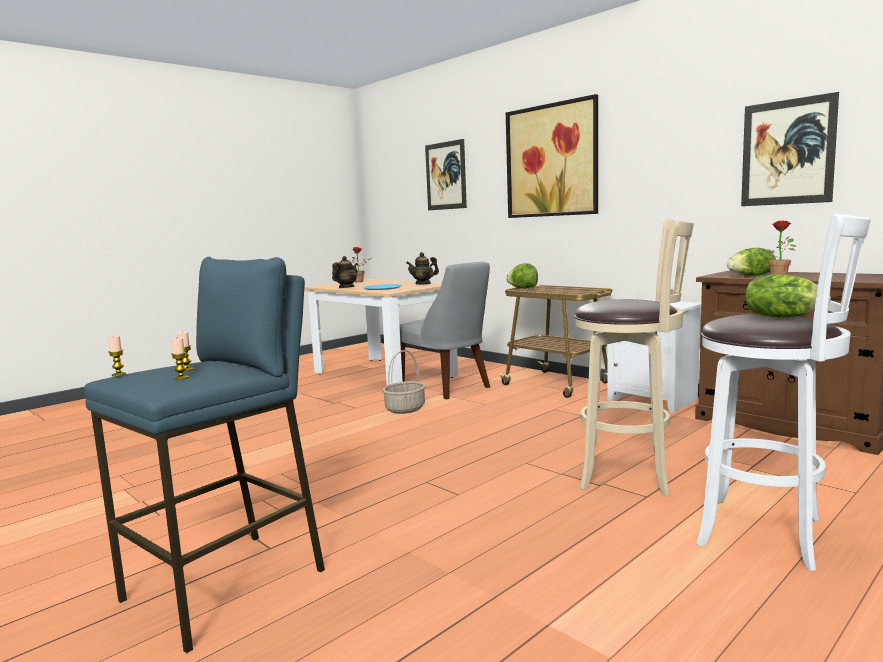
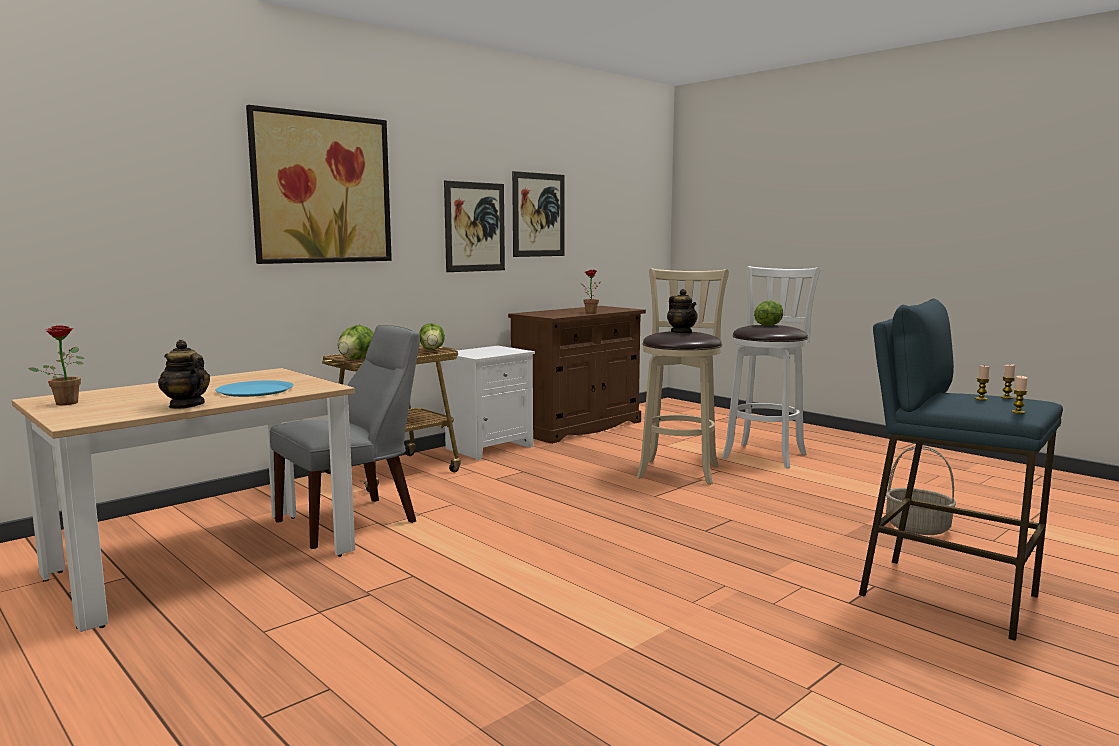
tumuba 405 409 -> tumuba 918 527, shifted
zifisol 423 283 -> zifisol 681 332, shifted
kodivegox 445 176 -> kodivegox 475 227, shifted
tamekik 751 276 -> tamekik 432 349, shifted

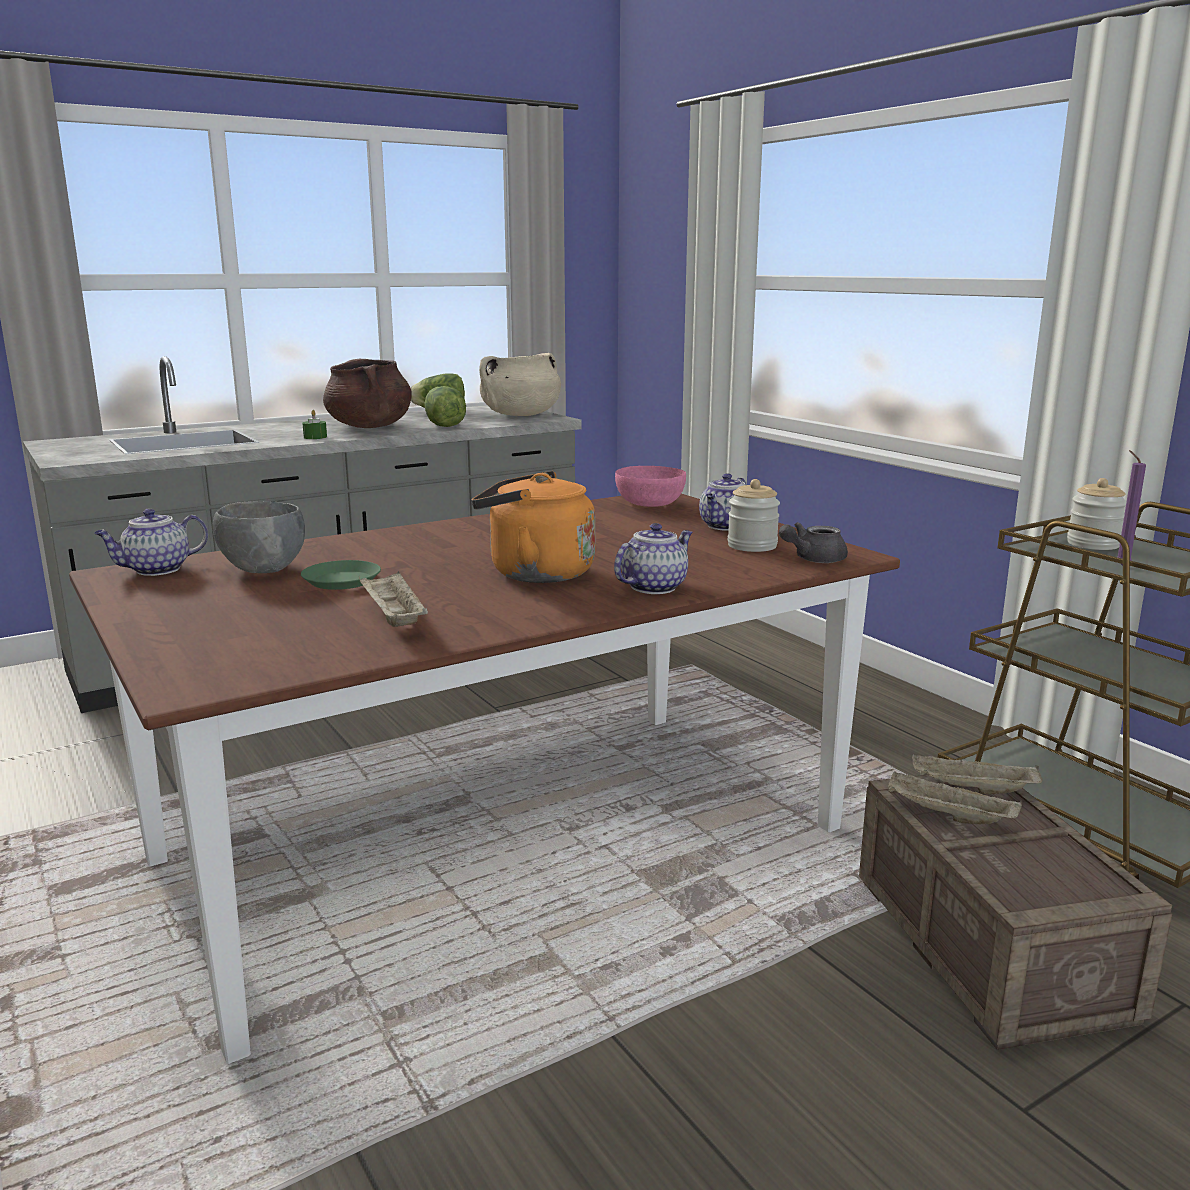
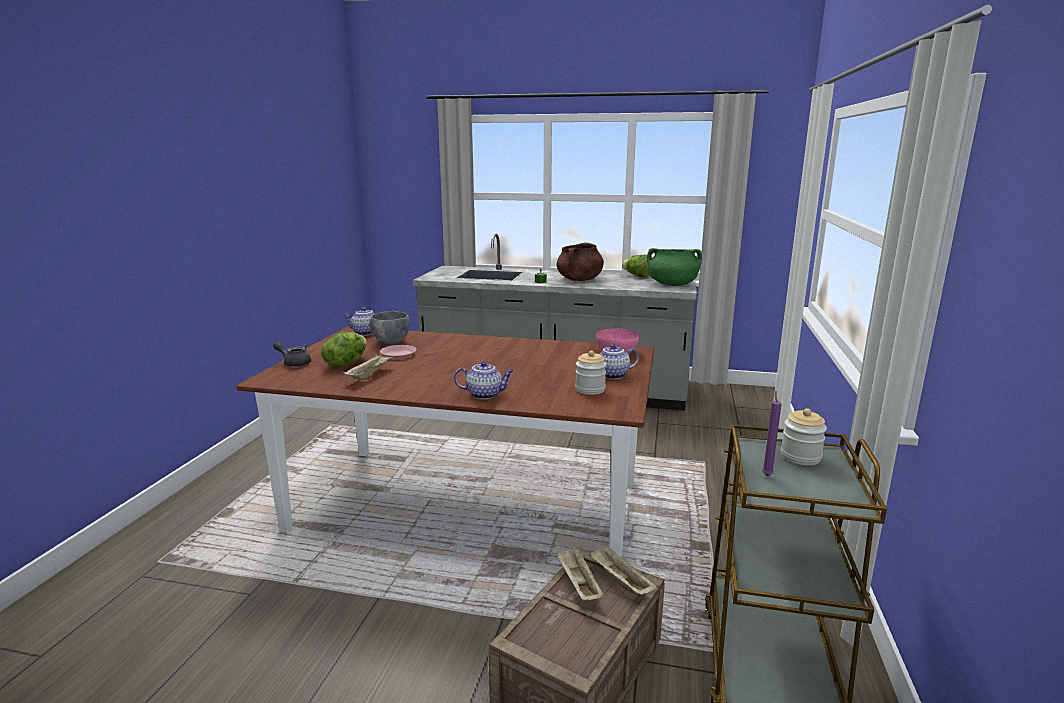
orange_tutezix 534 573 -> none
tamekik 443 426 -> tamekik 345 363, shifted
grey_zifisol 813 559 -> grey_zifisol 295 363, shifted
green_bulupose 342 580 -> pink_bulupose 398 354
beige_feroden 520 415 -> green_feroden 672 284

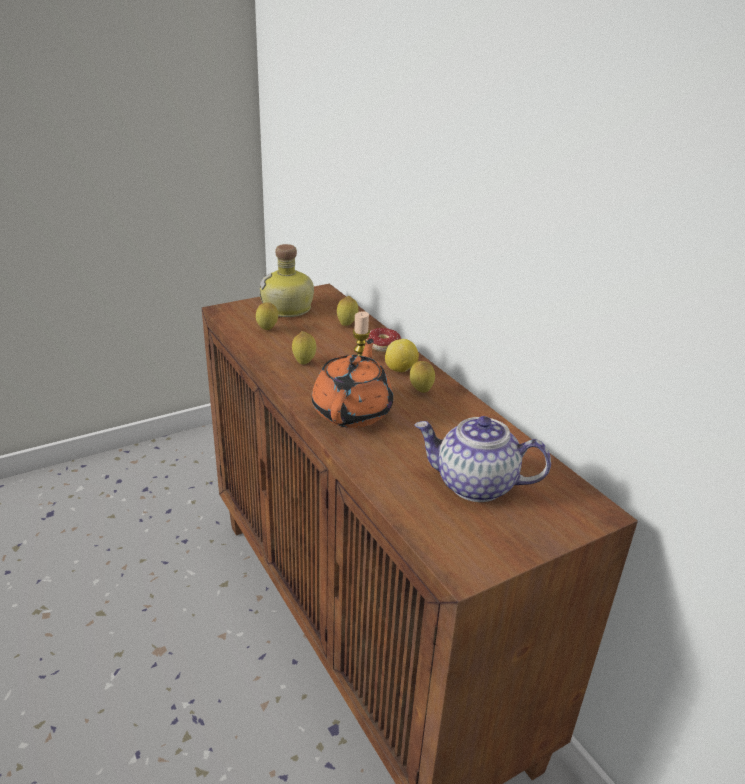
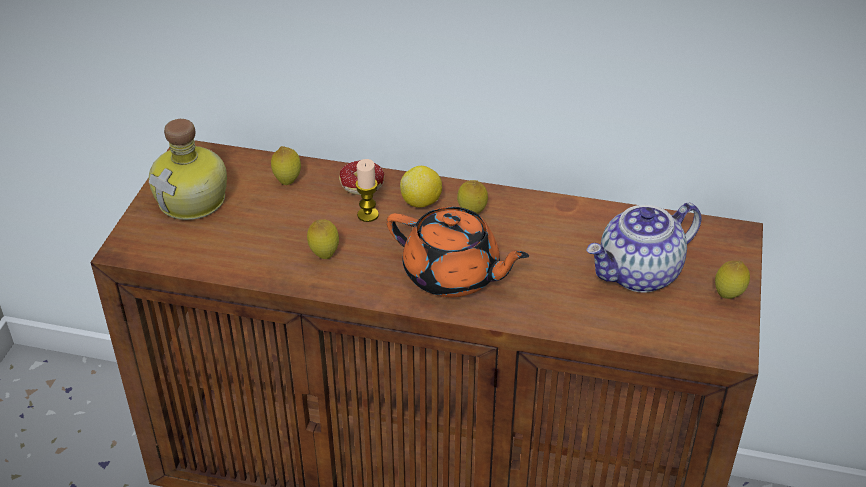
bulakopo 267 330 -> bulakopo 728 296, shifted
orange_zifisol 353 411 -> orange_zifisol 453 275, 150 degrees clockwise

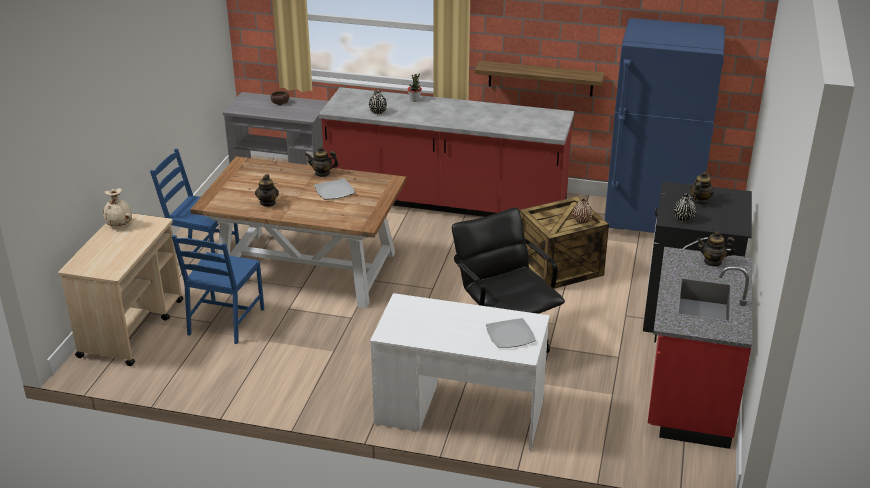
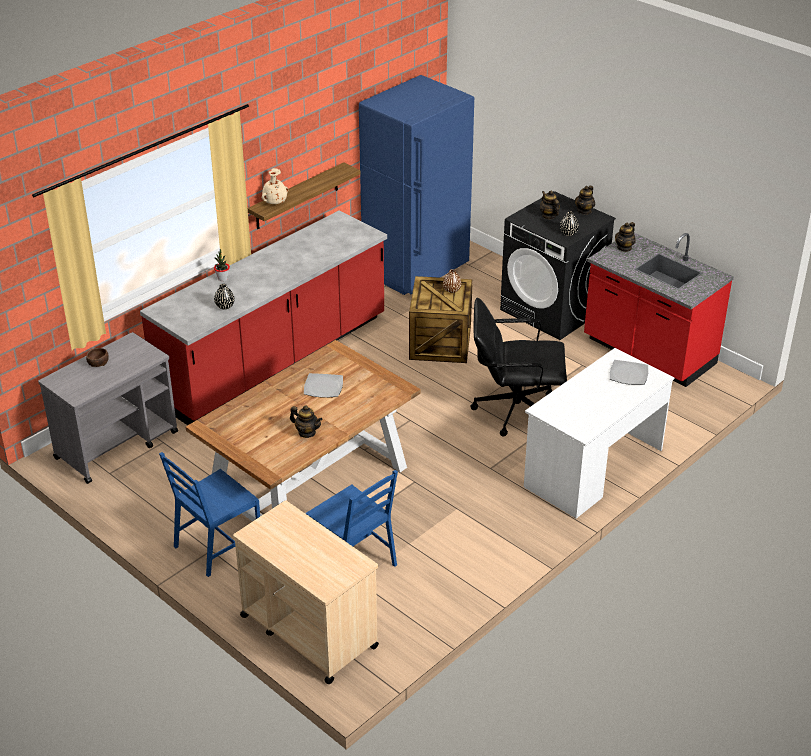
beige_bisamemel 119 224 -> beige_bisamemel 275 203, shifted
zifisol 322 173 -> zifisol 584 211, shifted

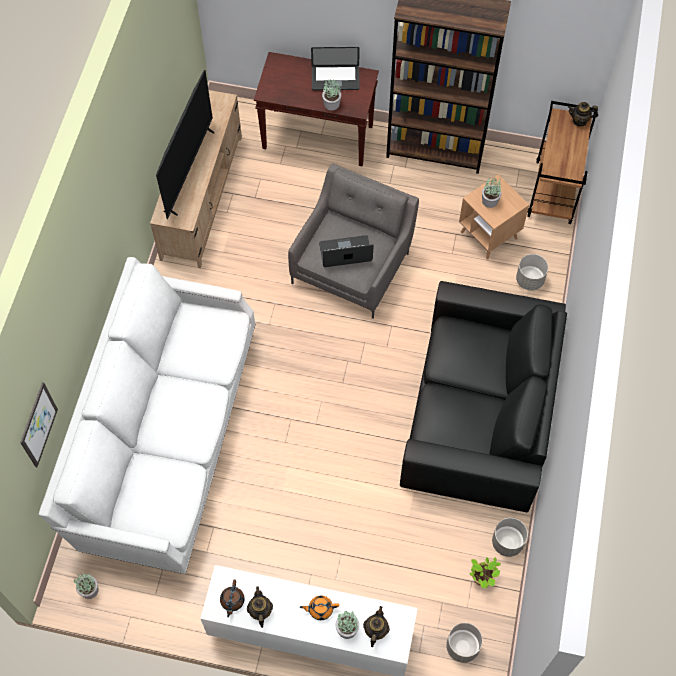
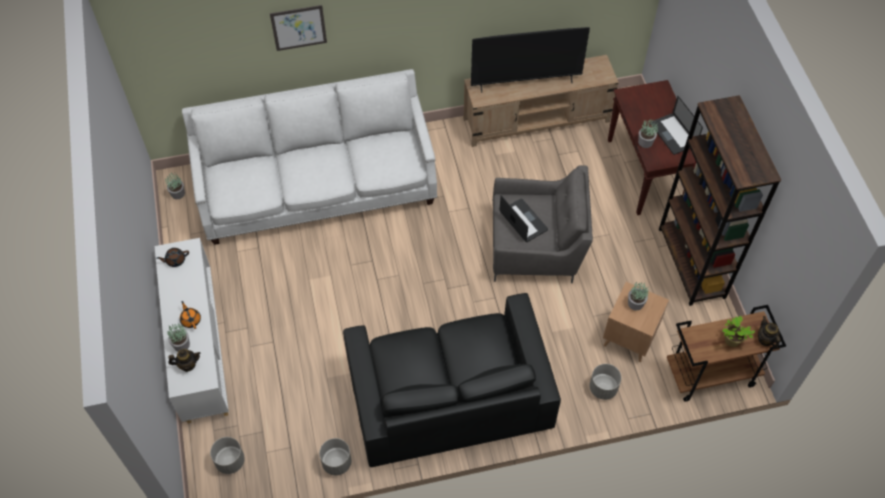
zifisol 260 611 -> none
kodivegox 38 425 -> kodivegox 298 27, shifted
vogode 482 579 -> vogode 731 341, shifted

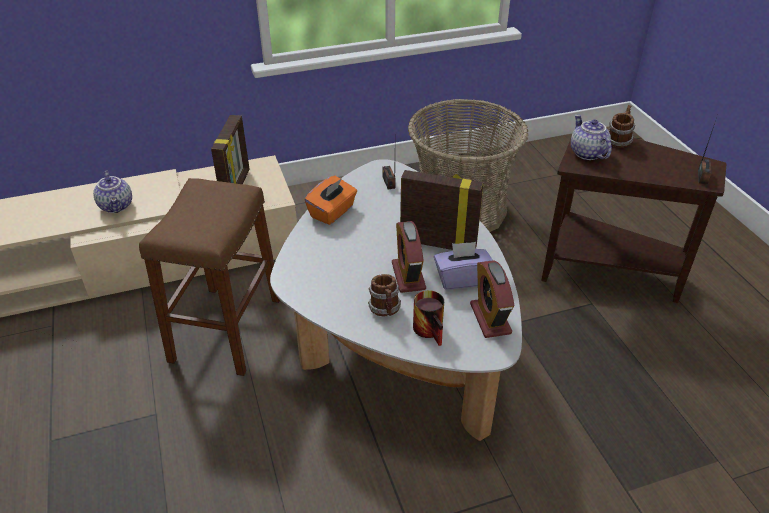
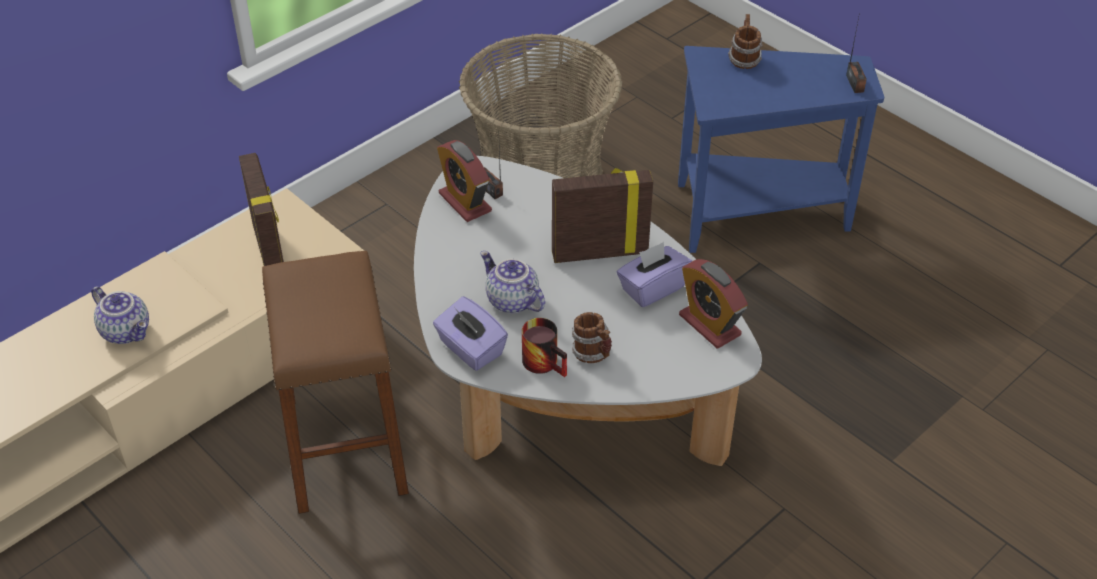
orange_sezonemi 332 212 -> none
none -> purple_sezonemi 470 349
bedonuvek 408 276 -> bedonuvek 465 202, shifted
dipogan 432 330 -> dipogan 546 362, shifted
zifisol 586 153 -> zifisol 511 301, shifted
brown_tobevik 605 270 -> blue_tobevik 754 215

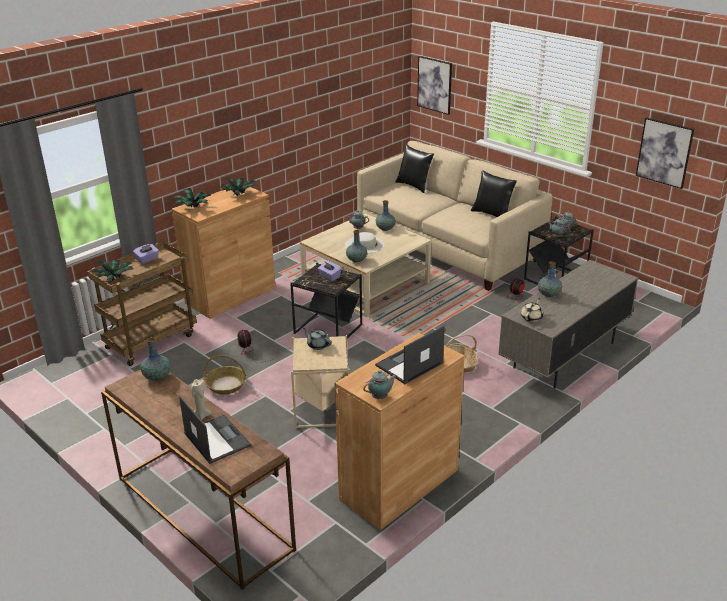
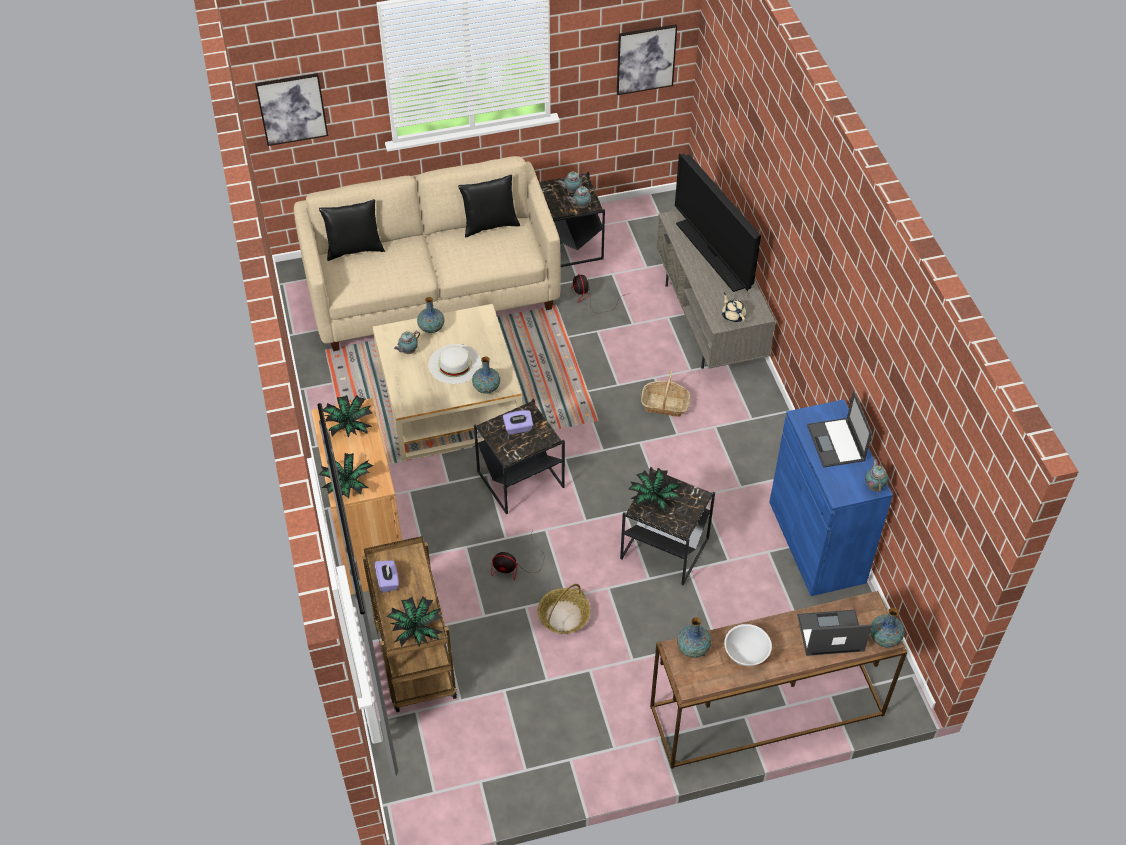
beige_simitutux 201 415 -> none
none -> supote 713 254
none -> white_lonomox 746 653
bisamemel 548 294 -> bisamemel 884 638, shifted
grey_zifisol 318 345 -> vogode 654 498
beige_tobevik 322 409 -> black_tobevik 665 549
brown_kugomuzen 399 485 -> blue_kugomuzen 816 542

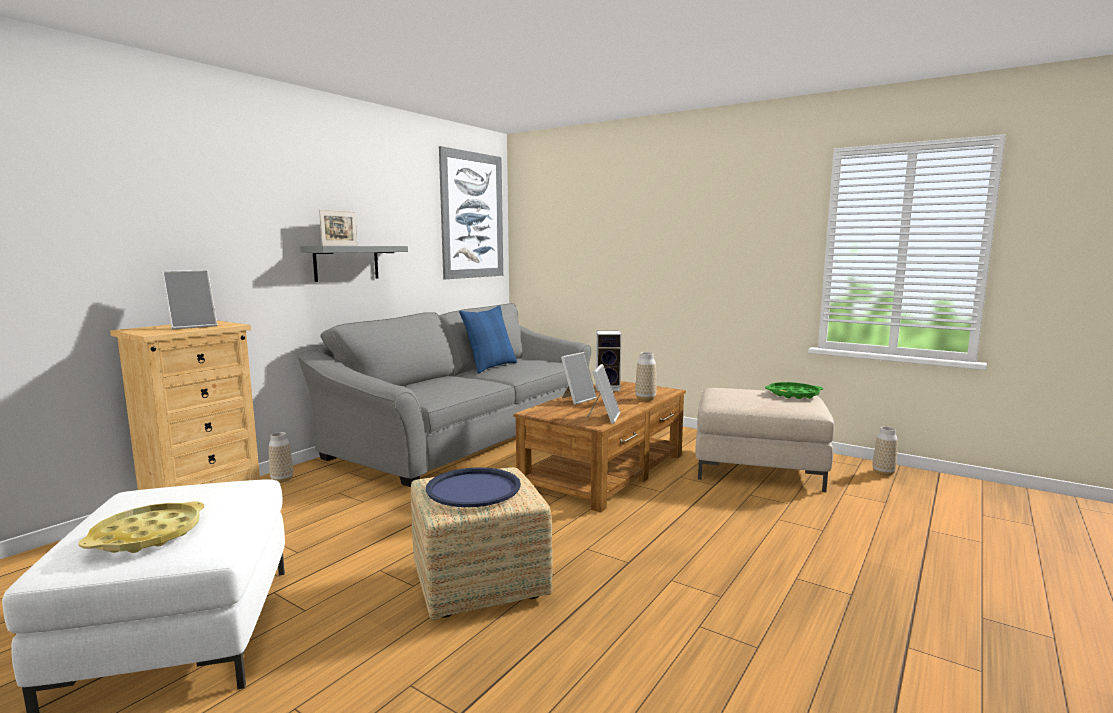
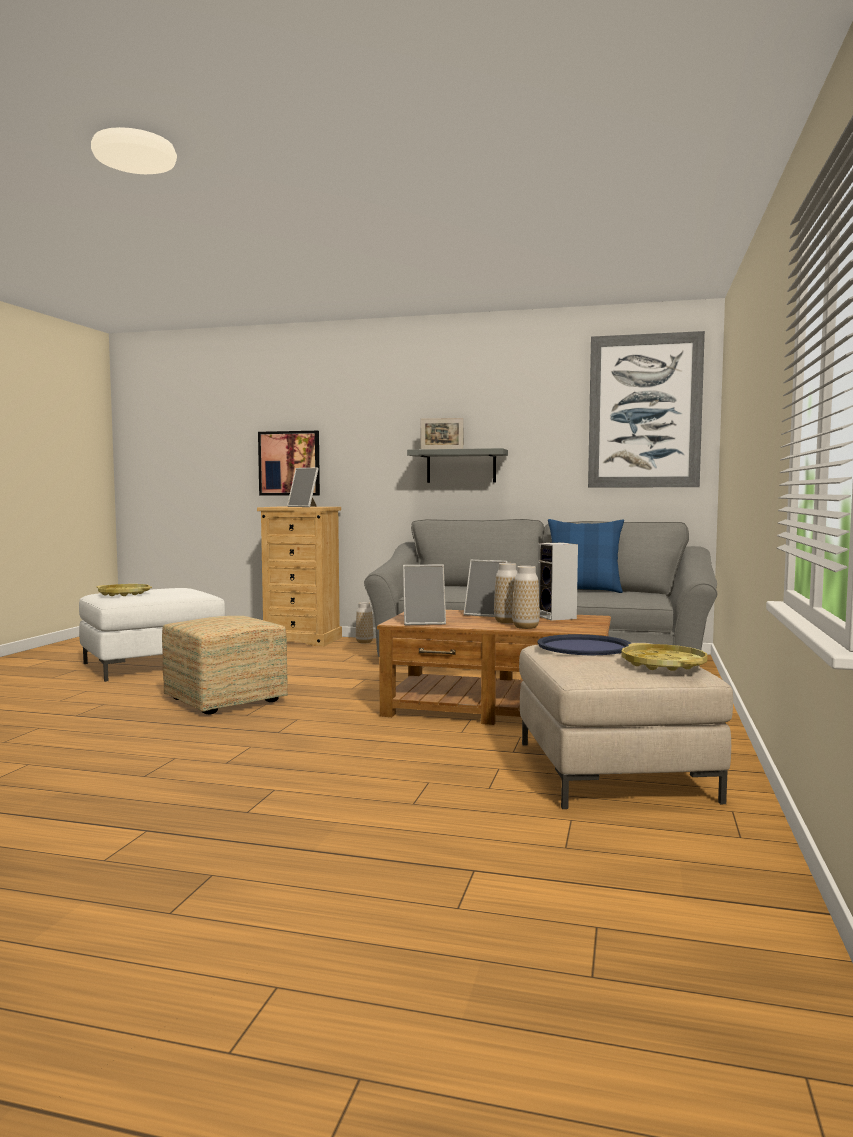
none -> kodivegox 289 463
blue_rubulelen 473 488 -> blue_rubulelen 584 647, shifted
bisamemel 883 473 -> bisamemel 506 622, shifted
green_rubulelen 793 394 -> yellow_rubulelen 663 664

